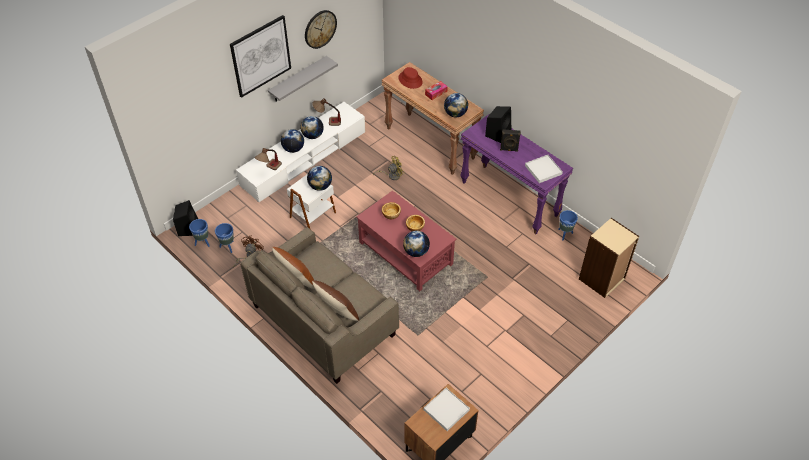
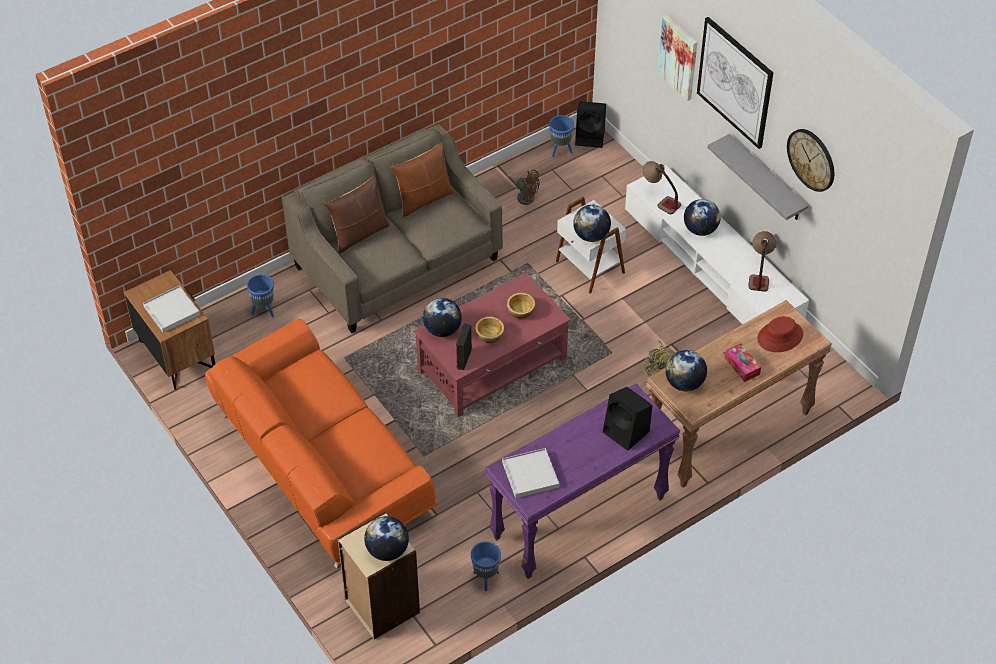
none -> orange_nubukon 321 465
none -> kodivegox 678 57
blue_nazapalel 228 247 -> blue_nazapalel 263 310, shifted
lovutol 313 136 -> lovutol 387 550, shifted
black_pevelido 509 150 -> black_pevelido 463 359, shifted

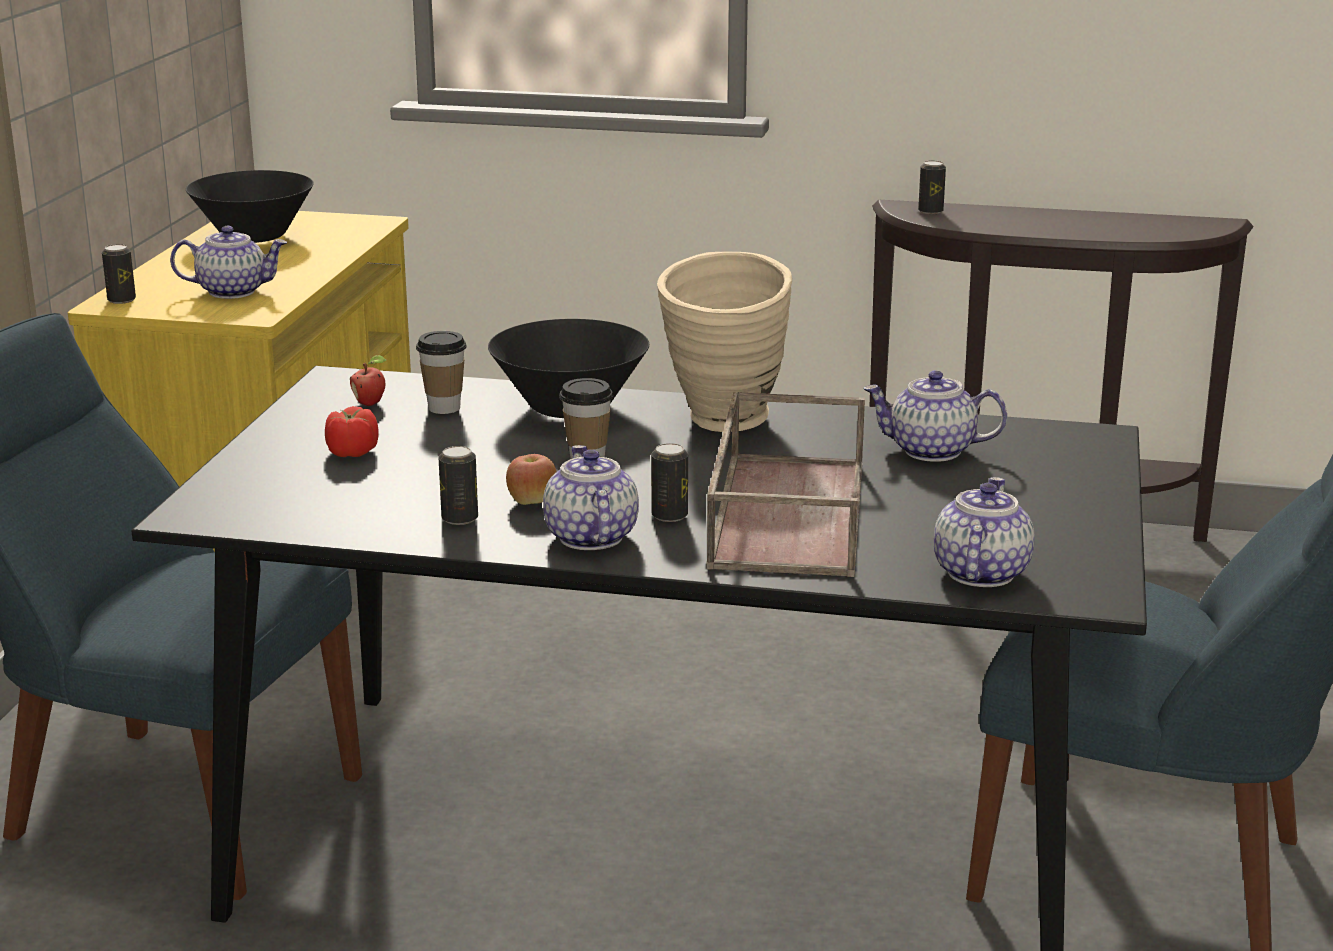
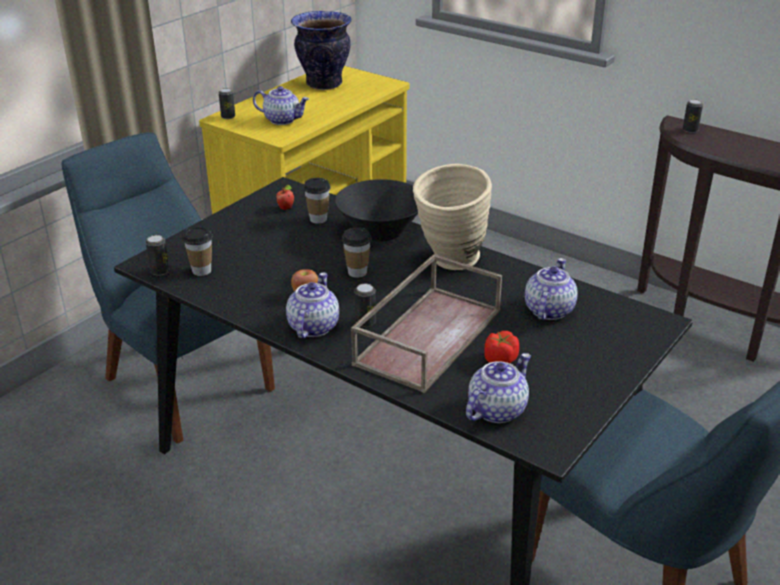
none -> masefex 201 271
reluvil 352 452 -> reluvil 500 359, shifted
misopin 460 518 -> misopin 160 271, shifted
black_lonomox 253 236 -> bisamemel 323 84
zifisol 931 451 -> zifisol 548 310, 75 degrees clockwise

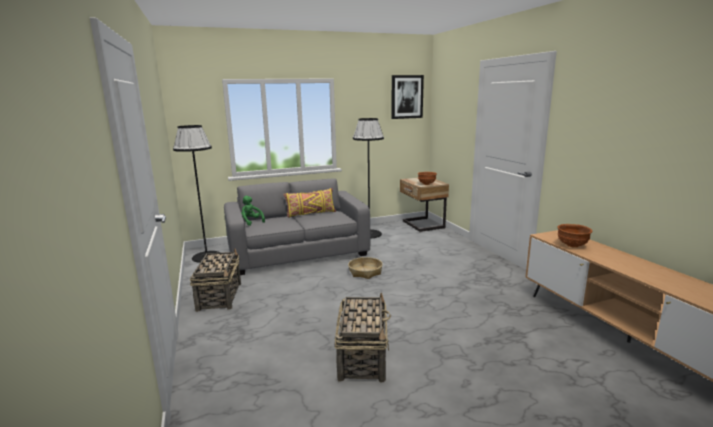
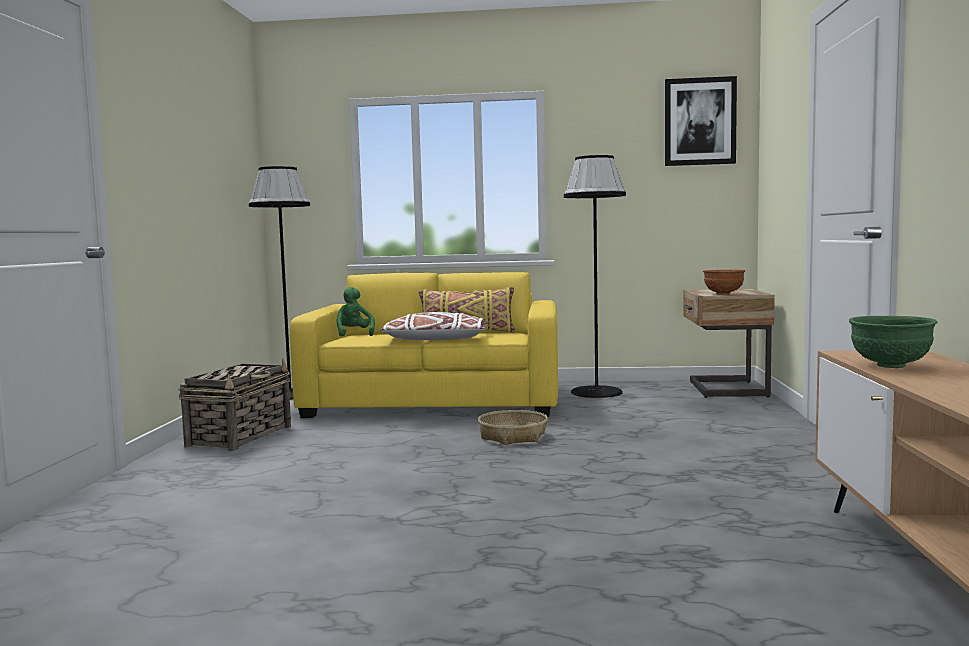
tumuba 362 357 -> none
none -> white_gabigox 435 339
grey_nubukon 297 251 -> yellow_nubukon 434 402
brown_lonomox 572 245 -> green_lonomox 889 366

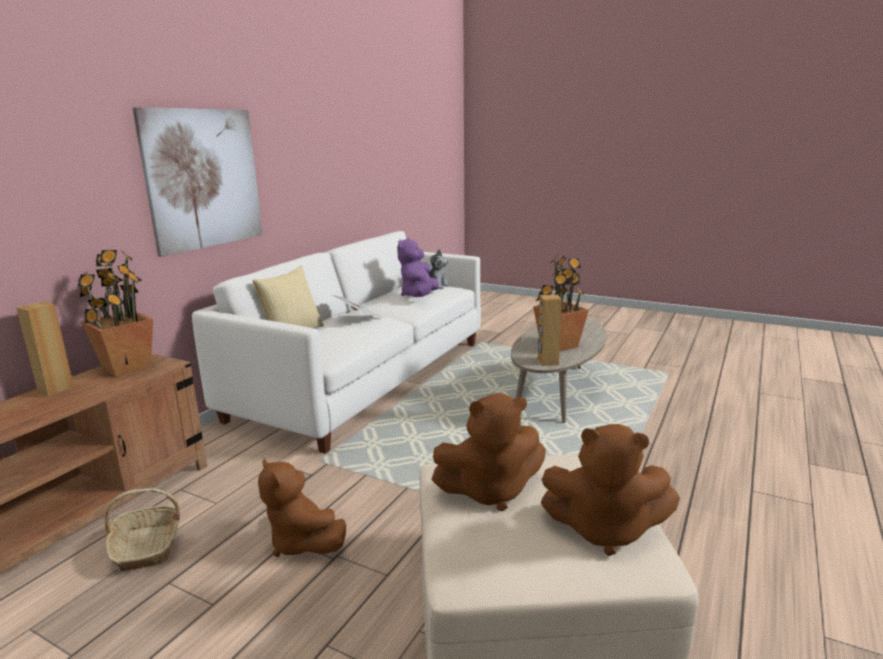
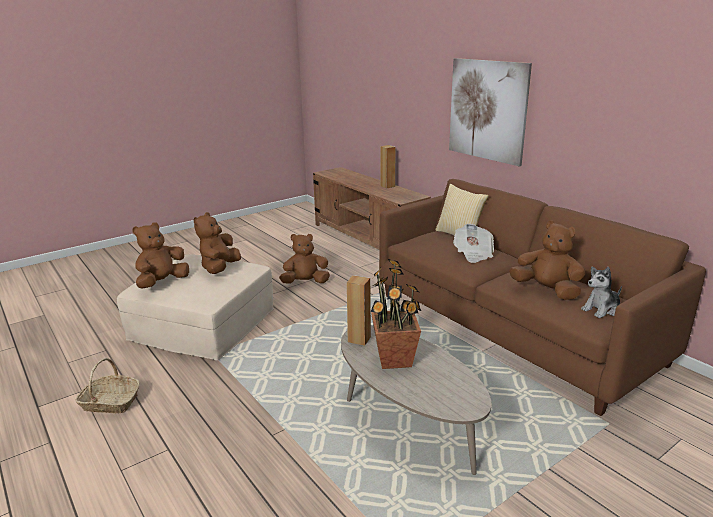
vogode 126 367 -> none
tumuba 147 547 -> tumuba 110 402, shifted
white_nubukon 365 378 -> brown_nubukon 511 326
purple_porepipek 419 296 -> brown_porepipek 547 290

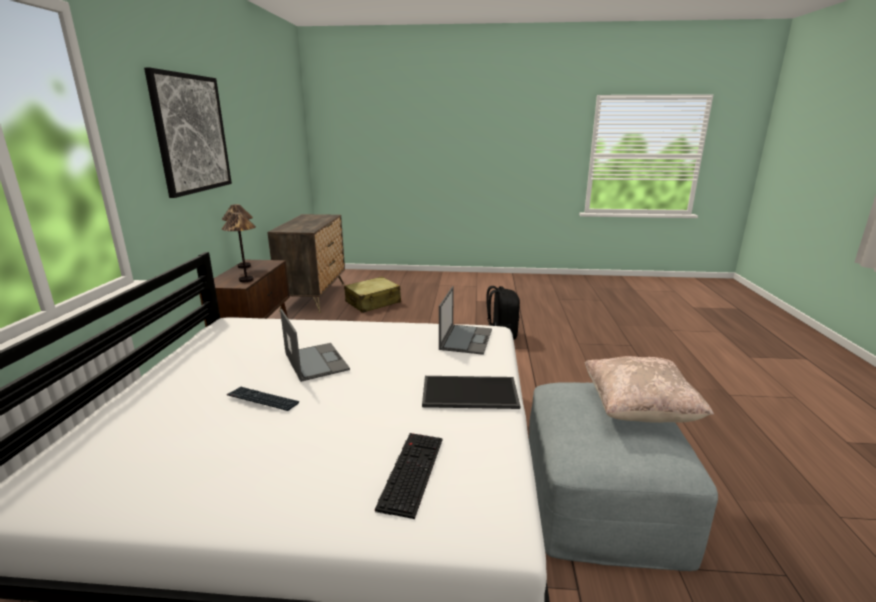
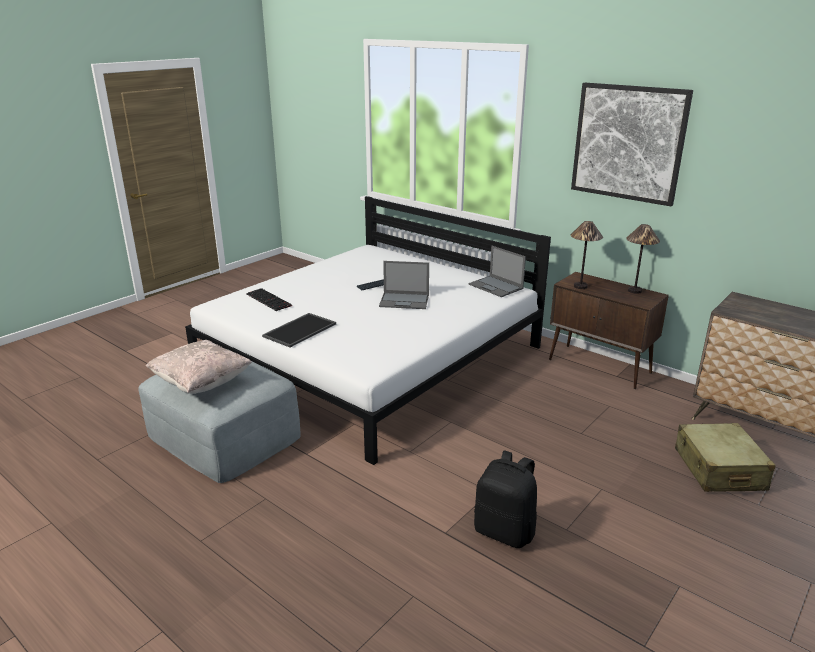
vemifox 466 339 -> vemifox 496 286, shifted

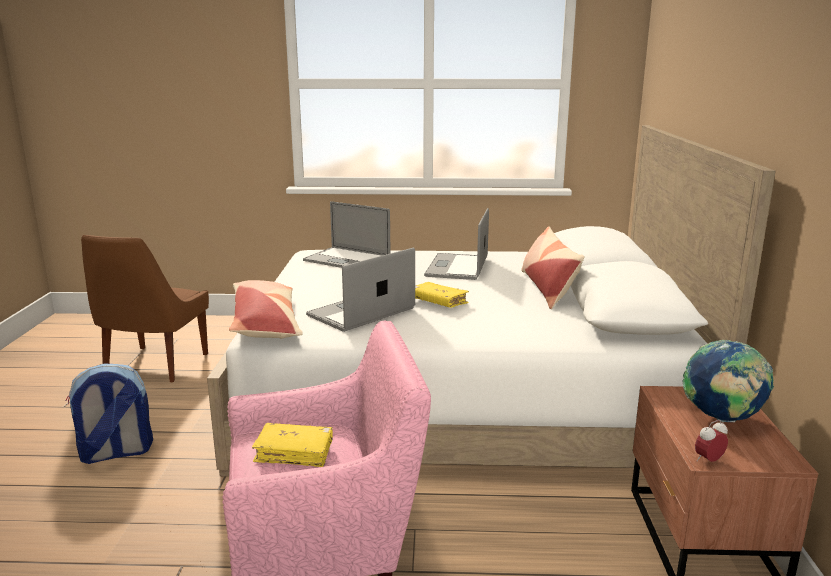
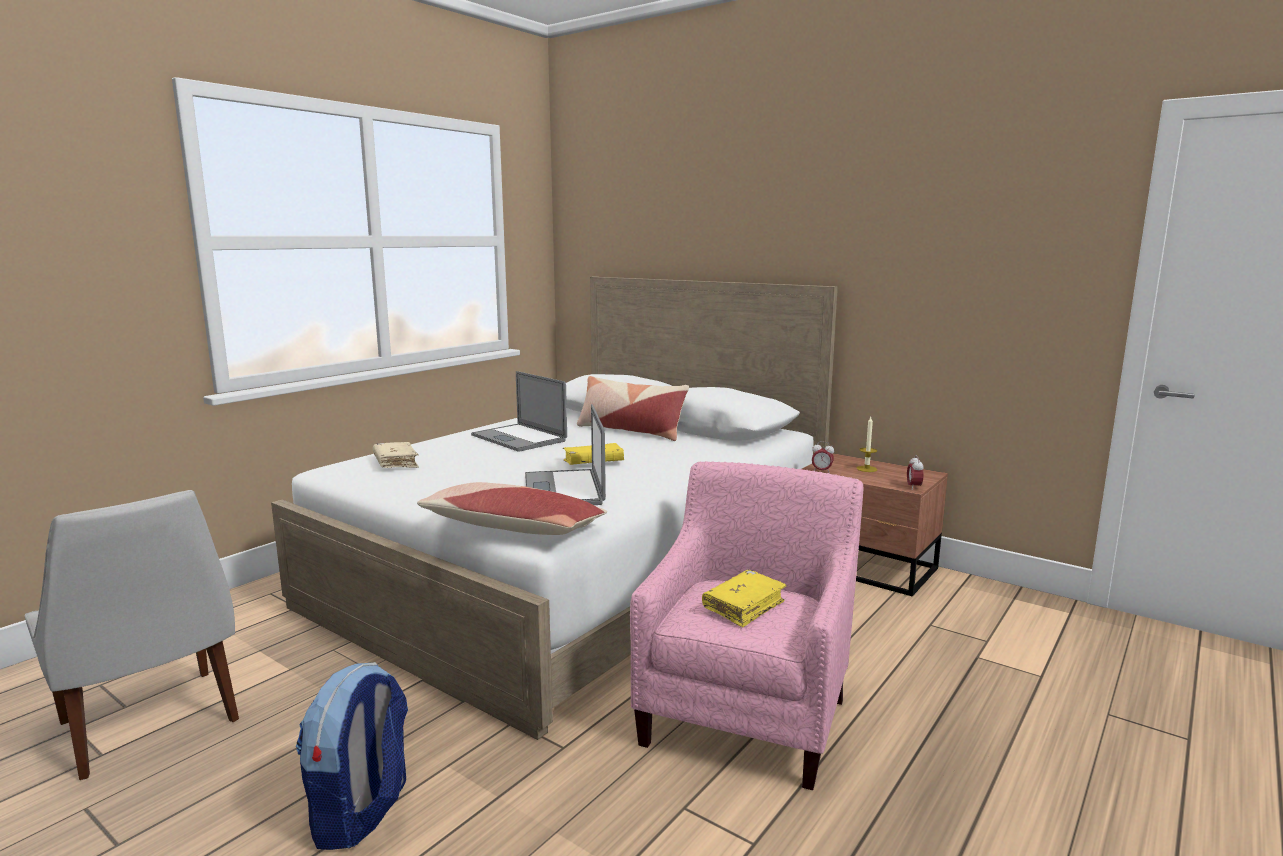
none -> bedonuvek 821 471
vemifox 347 260 -> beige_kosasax 396 463
lovutol 722 419 -> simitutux 866 469
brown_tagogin 154 366 -> white_tagogin 151 725

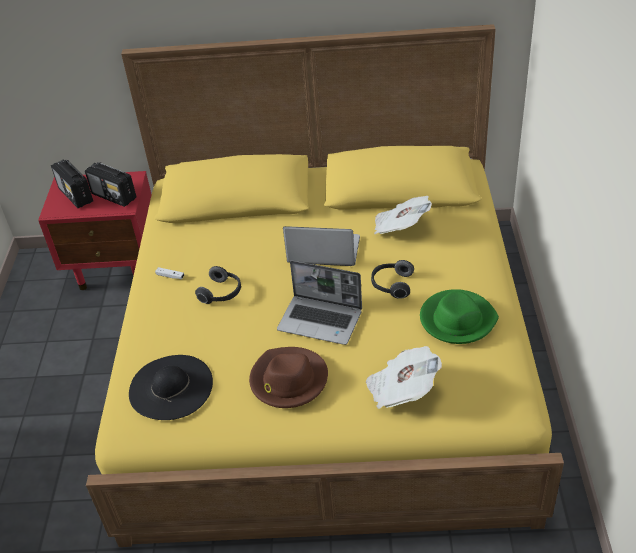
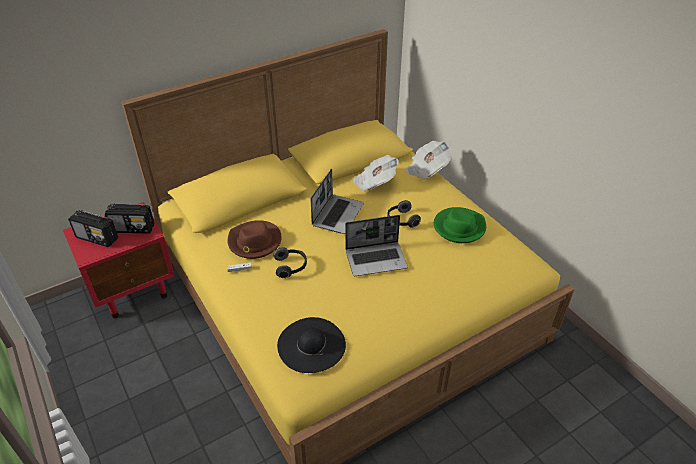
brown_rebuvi 288 380 -> brown_rebuvi 254 242, shifted
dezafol 401 390 -> dezafol 426 169, shifted
vemifox 322 251 -> vemifox 337 214, 135 degrees clockwise

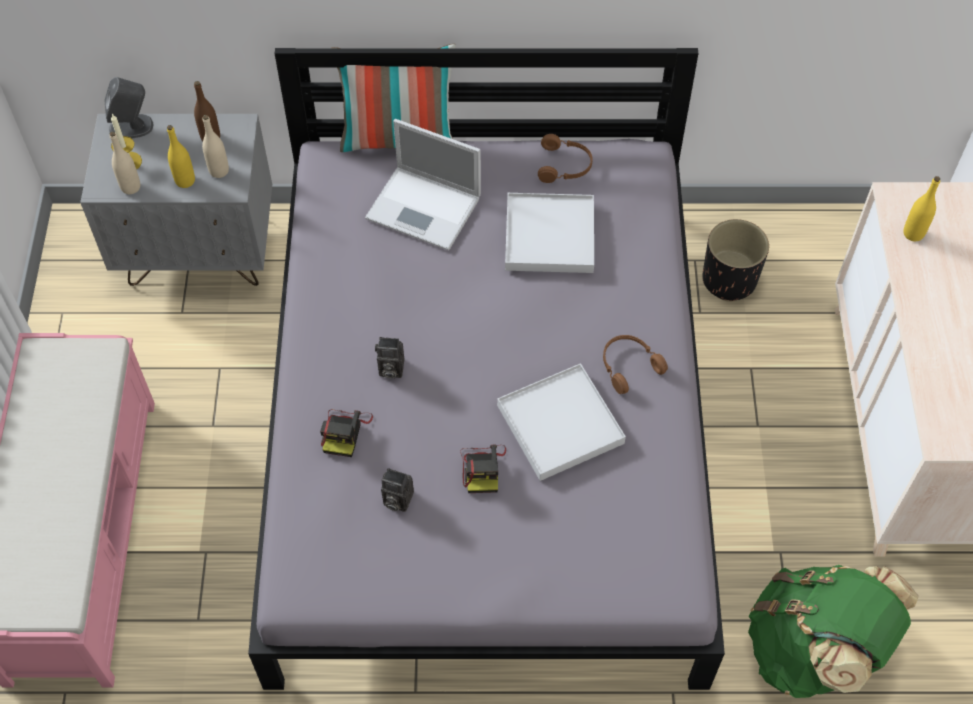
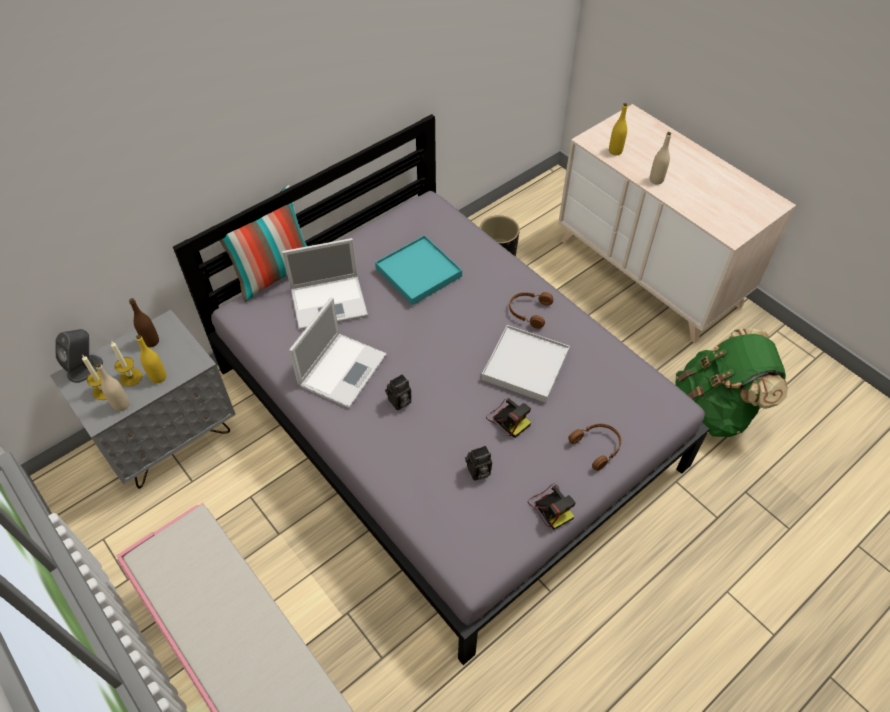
none -> simitutux 131 377
none -> vemifox 343 369
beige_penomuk 219 171 -> beige_penomuk 656 180, shifted
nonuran 345 432 -> nonuran 551 507, shifted
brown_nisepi 565 166 -> brown_nisepi 597 447, shifted
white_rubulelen 550 236 -> turquoise_rubulelen 418 272

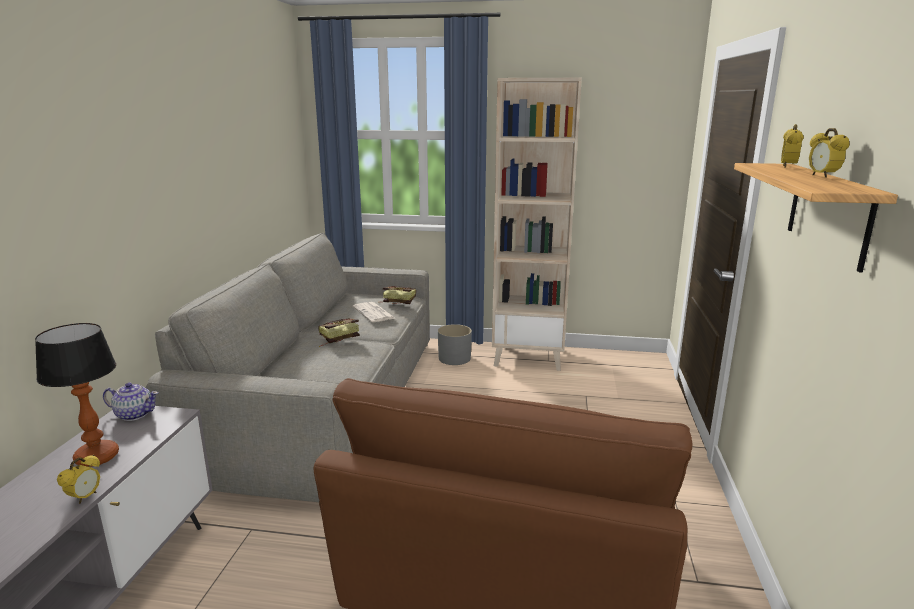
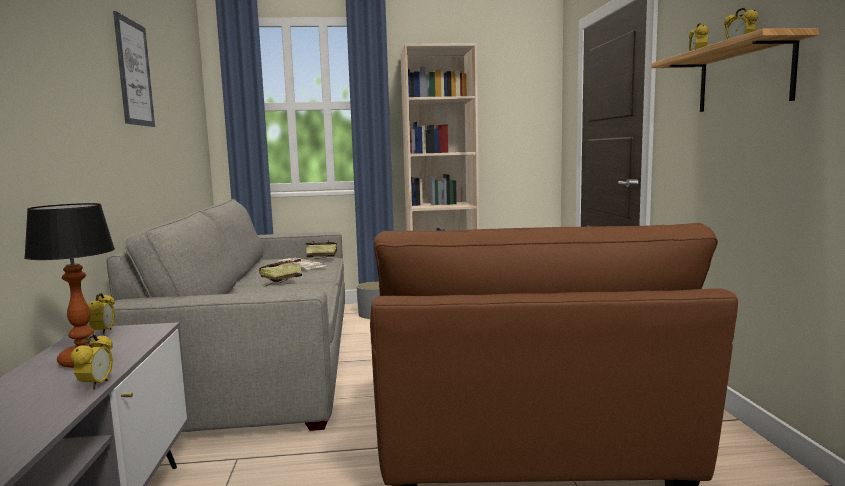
none -> kodivegox 134 73
zifisol 134 414 -> bedonuvek 104 332

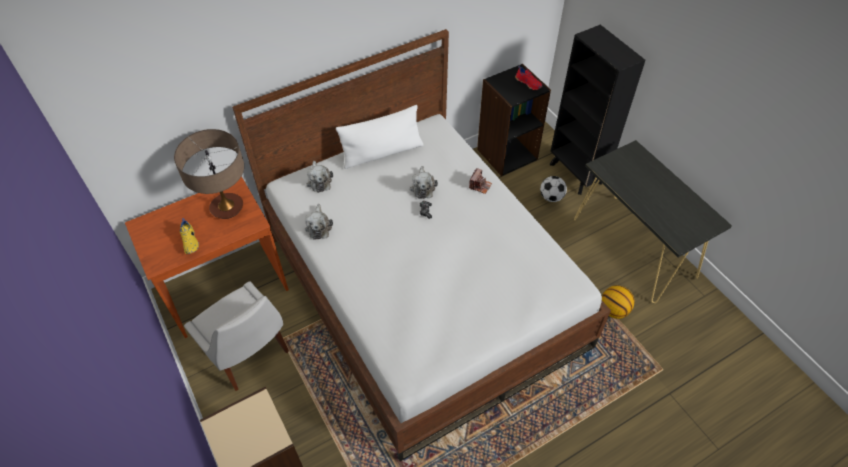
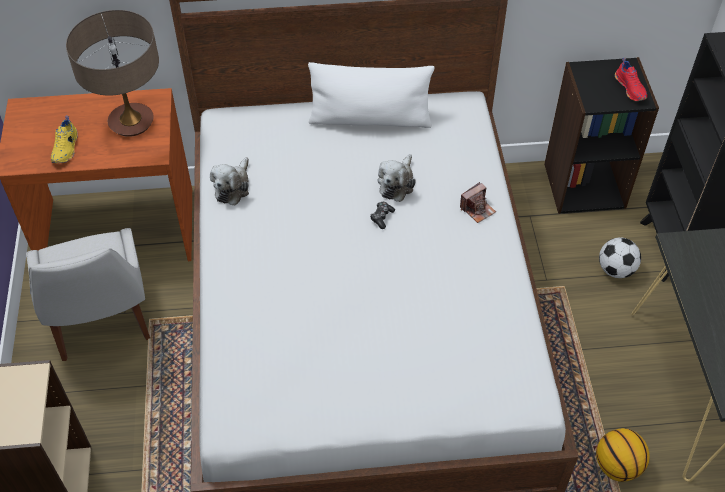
porepipek 319 181 -> none

